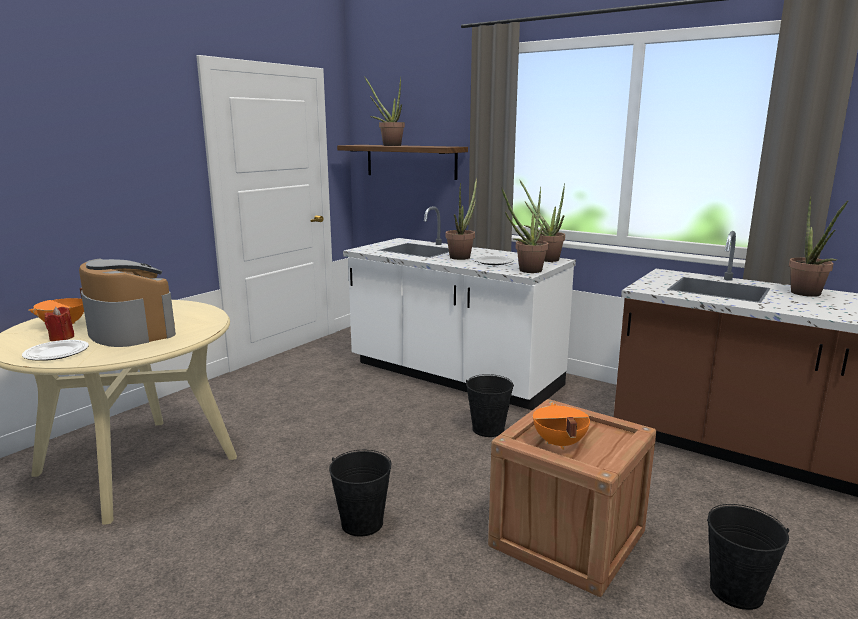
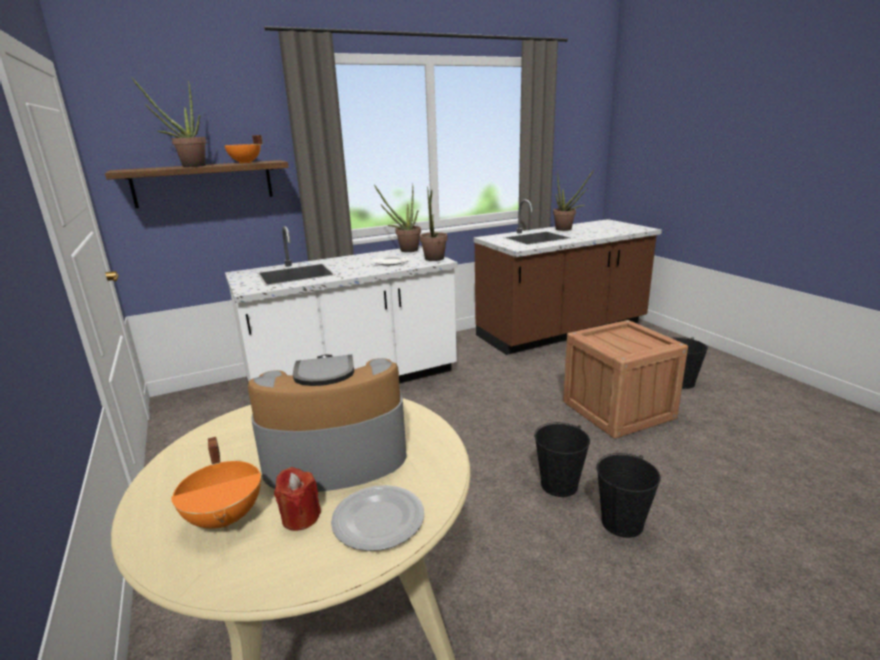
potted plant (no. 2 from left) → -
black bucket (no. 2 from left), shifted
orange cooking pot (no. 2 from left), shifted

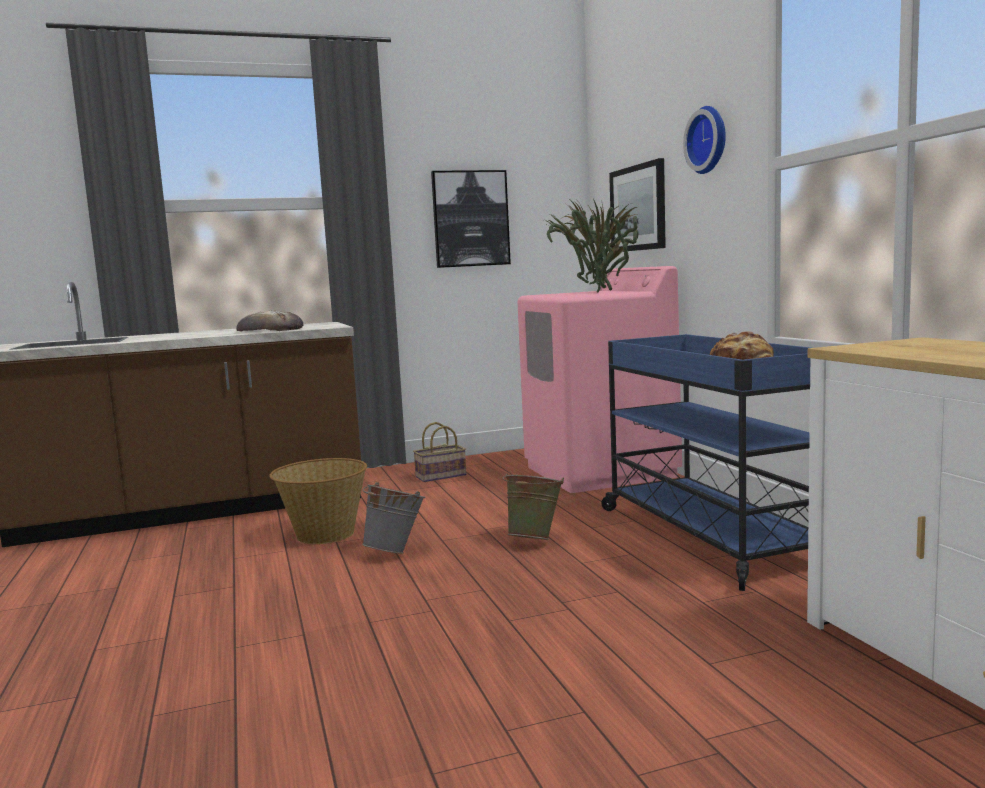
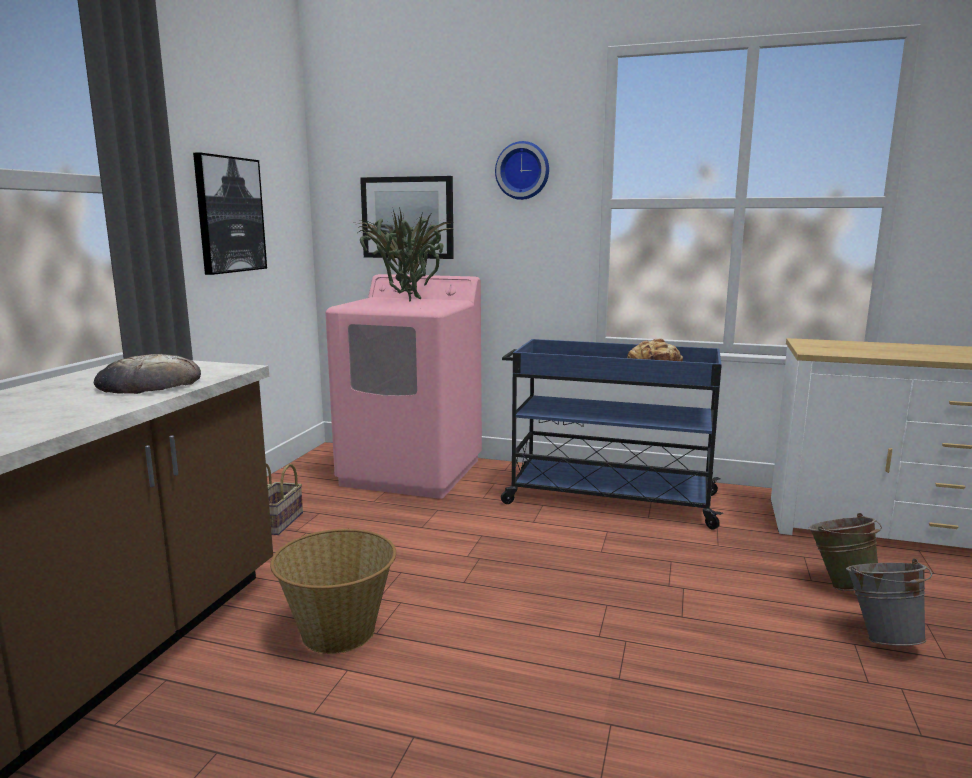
grey bucket, shifted
green bucket, shifted

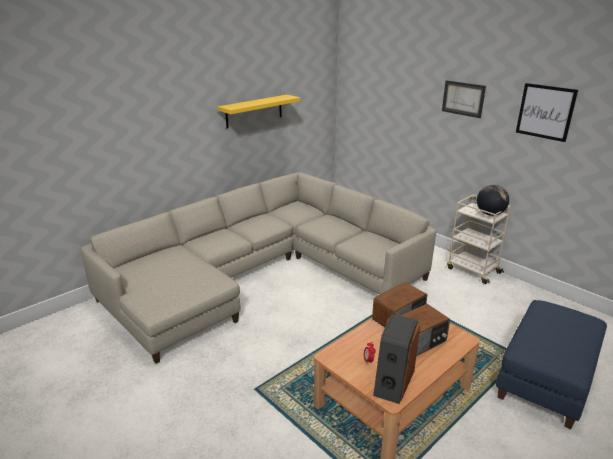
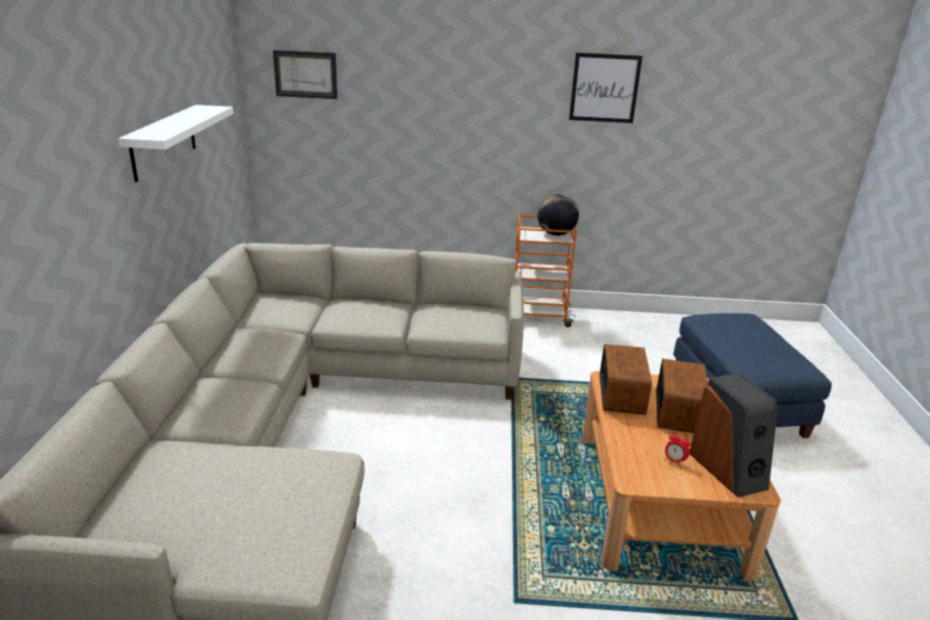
yellow shelf → white shelf
picture (no. 1 from left), shifted
beige cart → orange cart

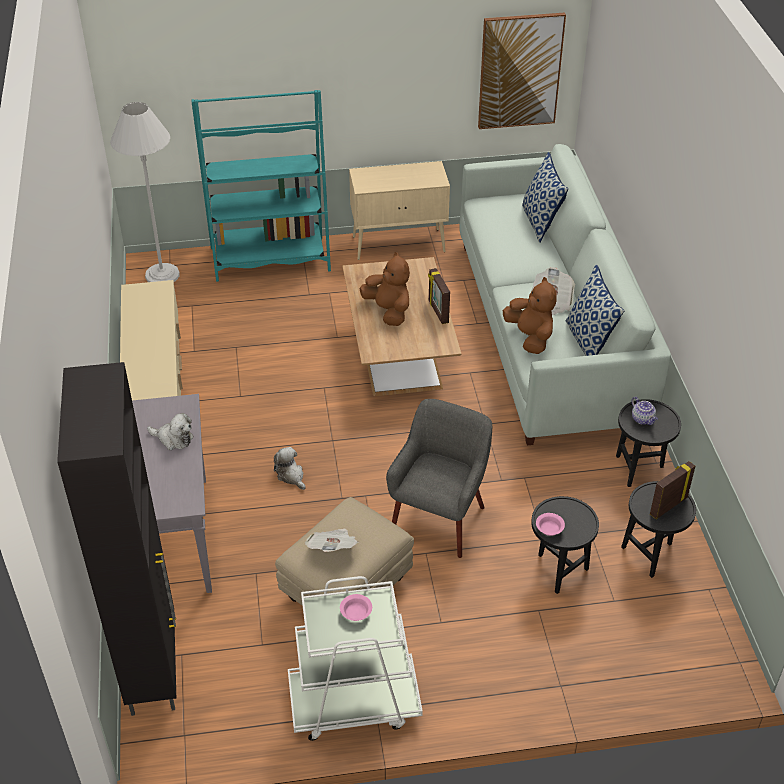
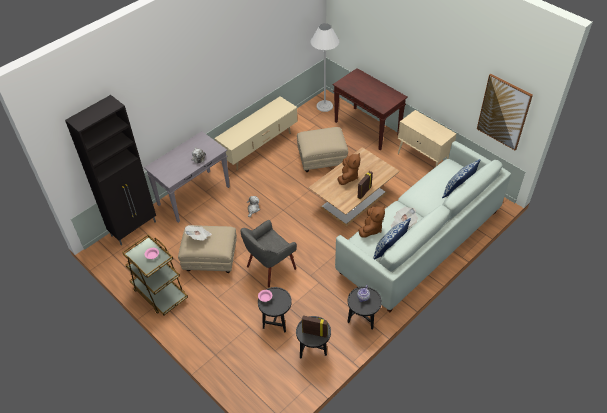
turquoise bookcase → brown console table
white cart → brown cart
grey armchair, 150 degrees clockwise
- → beige ottoman (no. 2 from left)

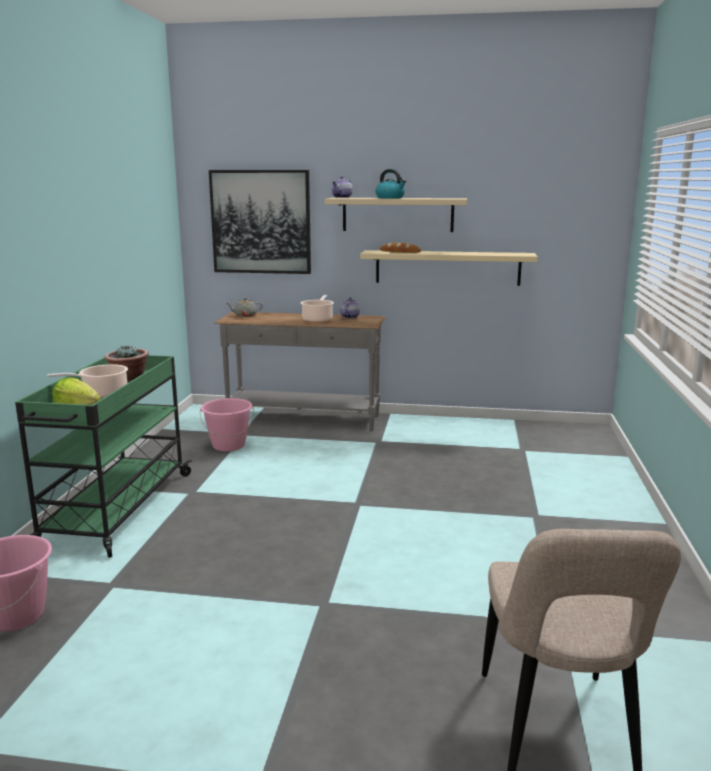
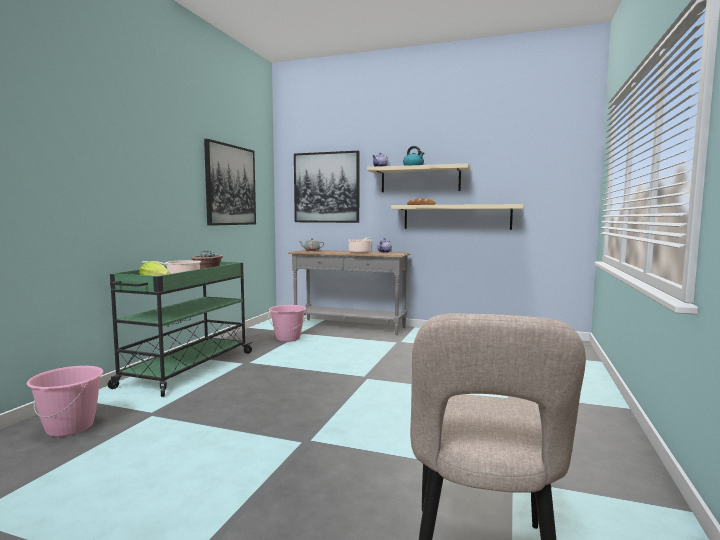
- → picture (no. 1 from left)

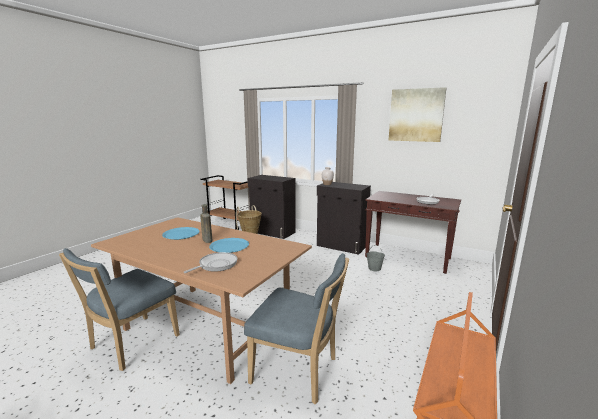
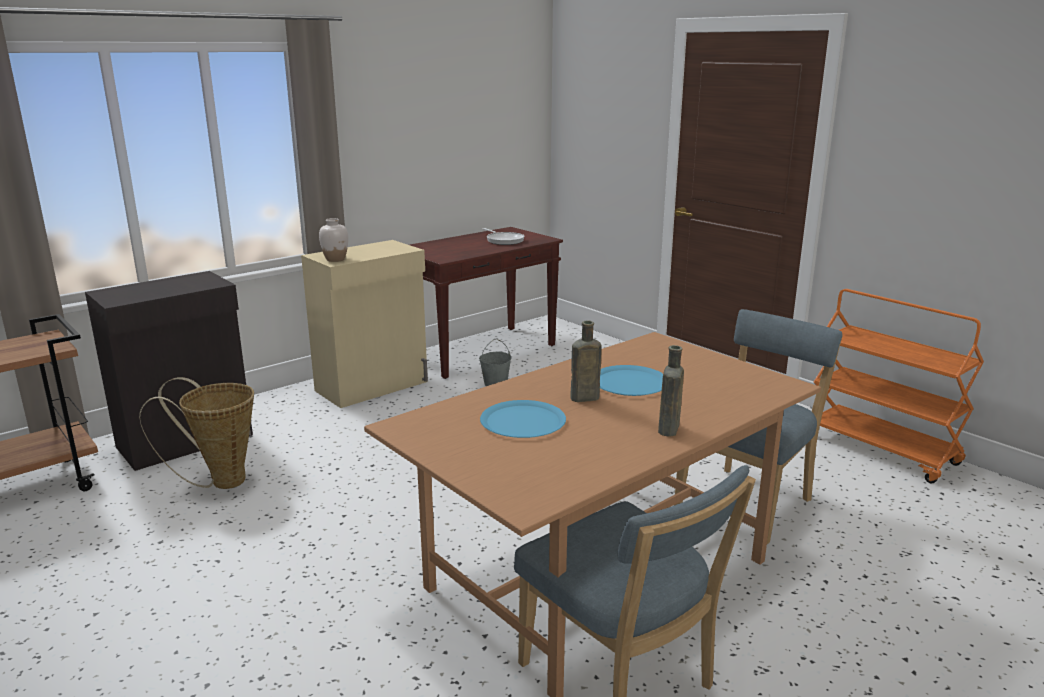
frying pan (no. 1 from left) → -
black cabinet (no. 2 from left) → beige cabinet
picture → -
- → brown bottle (no. 2 from left)

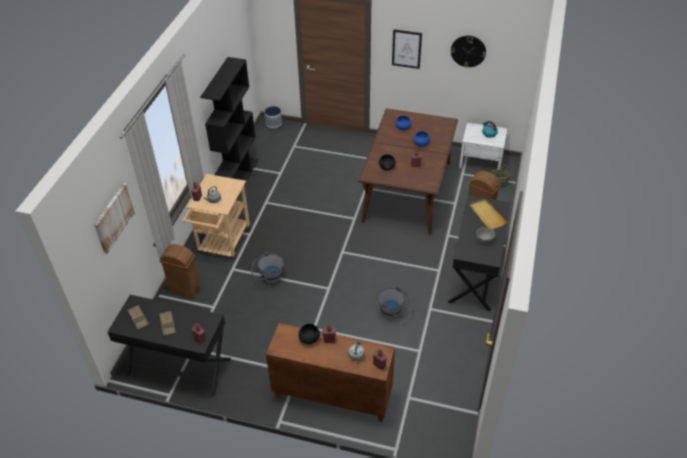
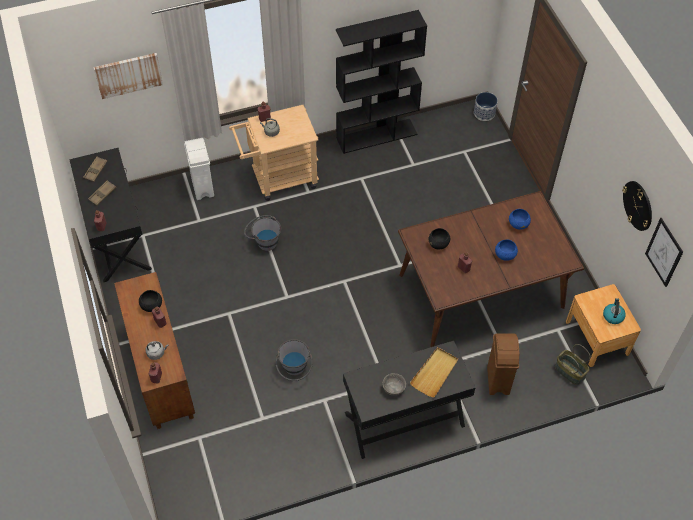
brown trash can (no. 1 from left) → white trash can
picture (no. 2 from left), shifted
white nightstand → brown nightstand

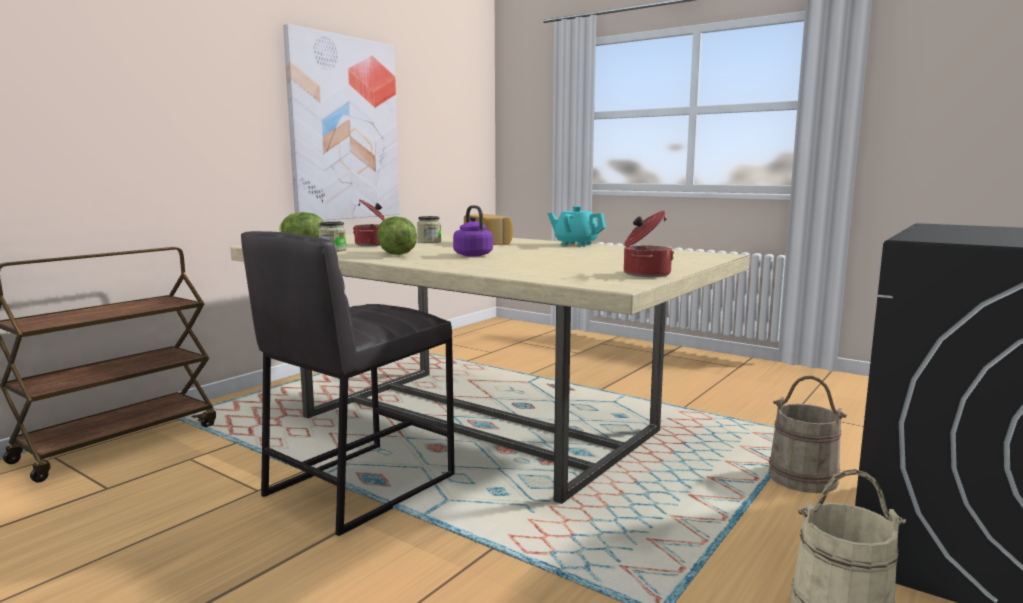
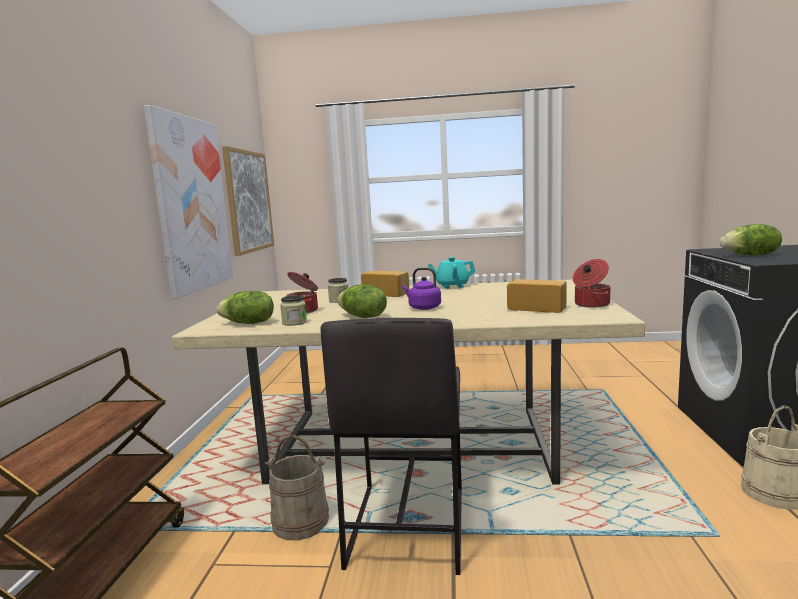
beige bucket (no. 1 from left), shifted
- → picture (no. 2 from left)
- → bread (no. 2 from left)
- → lettuce (no. 3 from left)

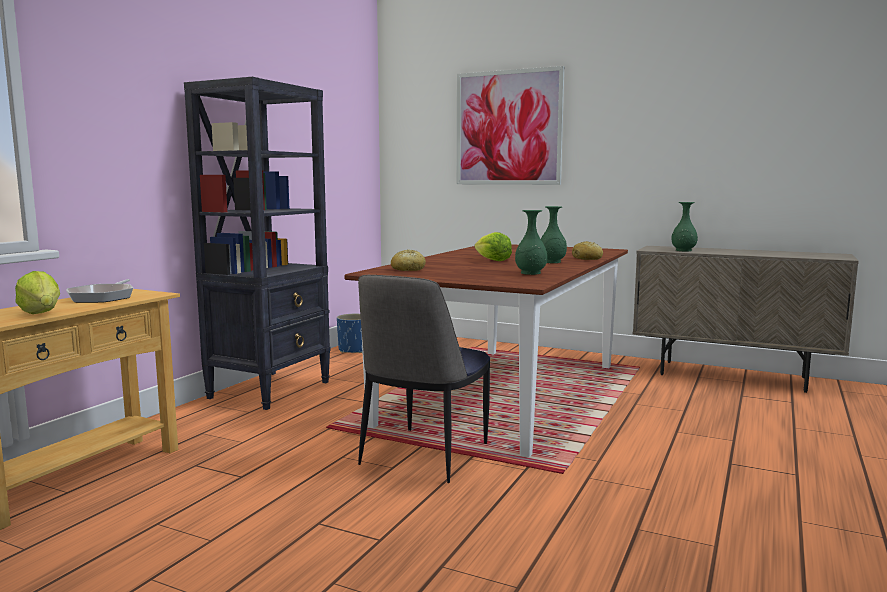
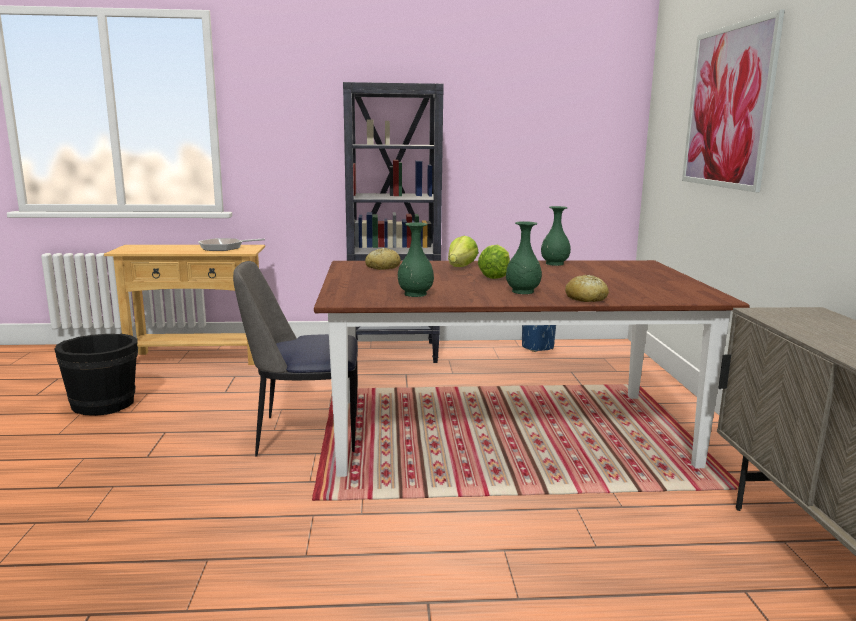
lettuce (no. 1 from left), shifted
green vase (no. 3 from left), shifted
- → black bucket

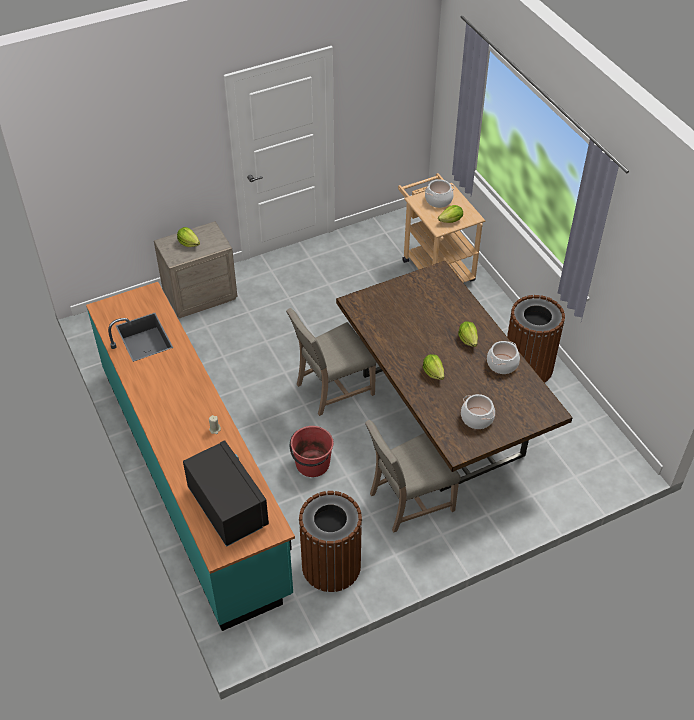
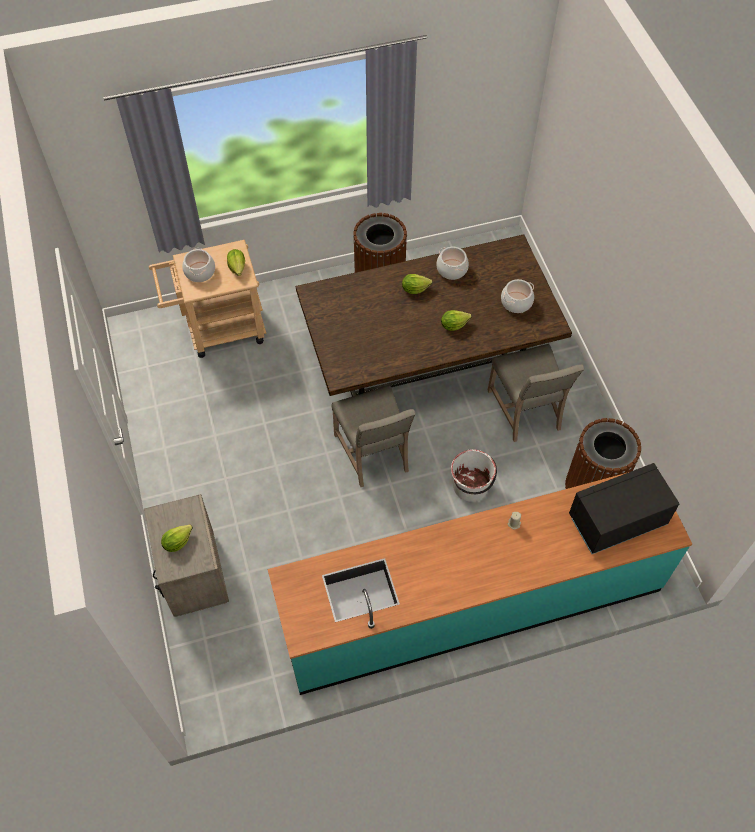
red bucket → white bucket

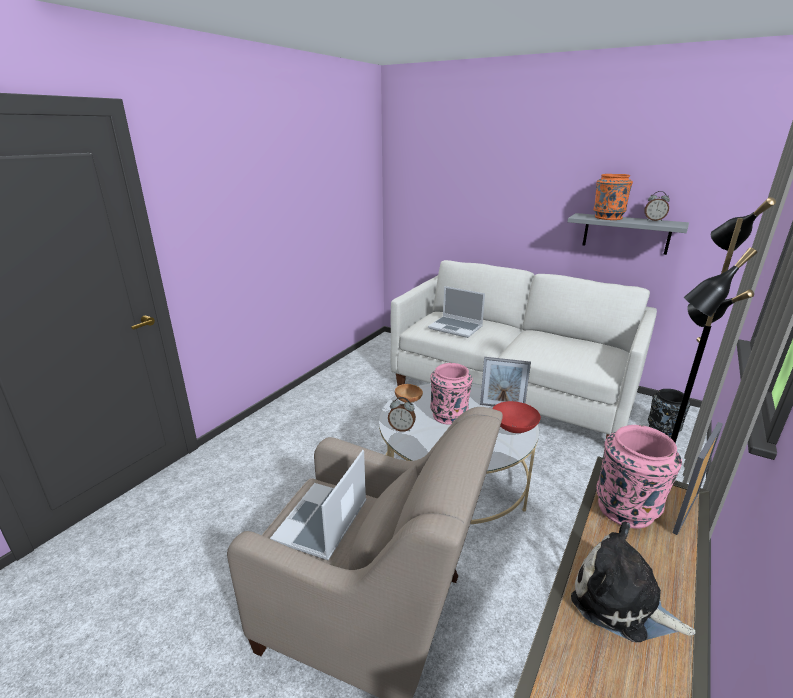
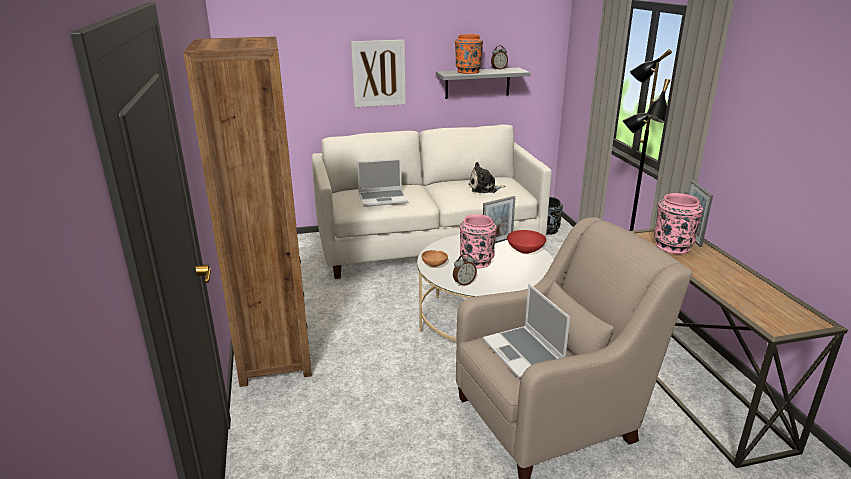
plush toy, shifted
- → brown bookcase
- → picture

